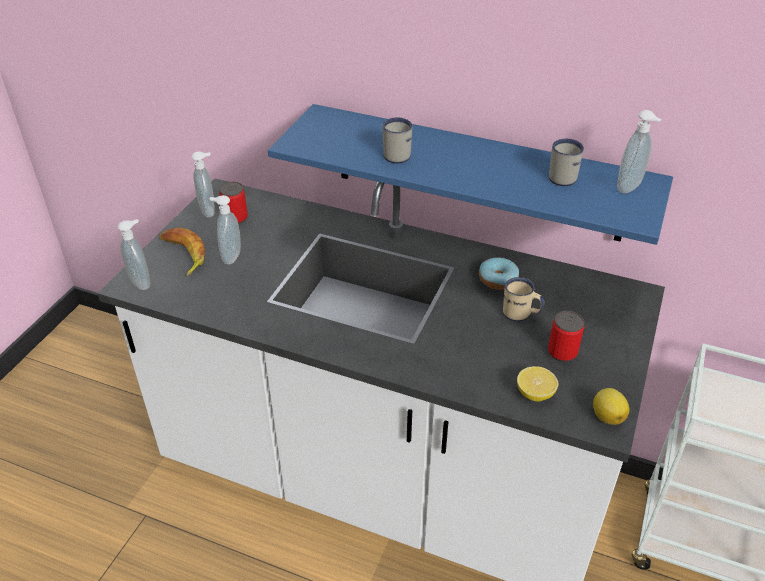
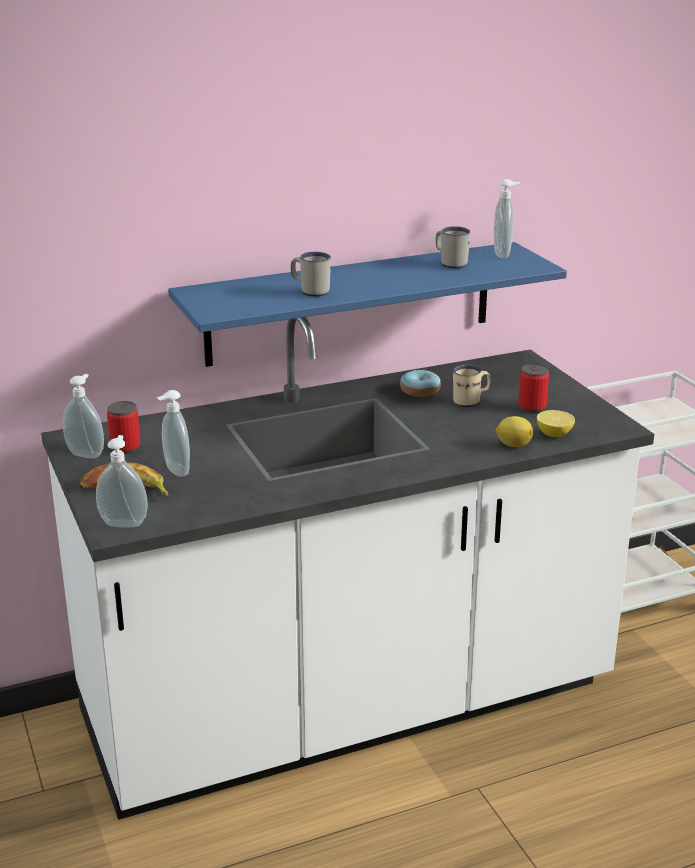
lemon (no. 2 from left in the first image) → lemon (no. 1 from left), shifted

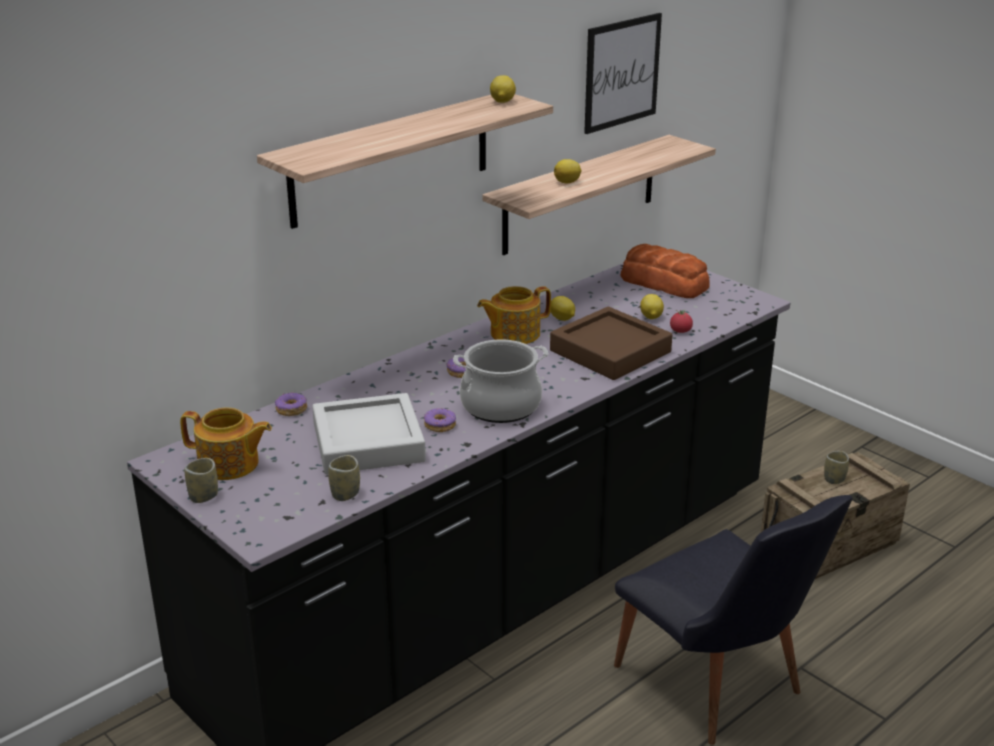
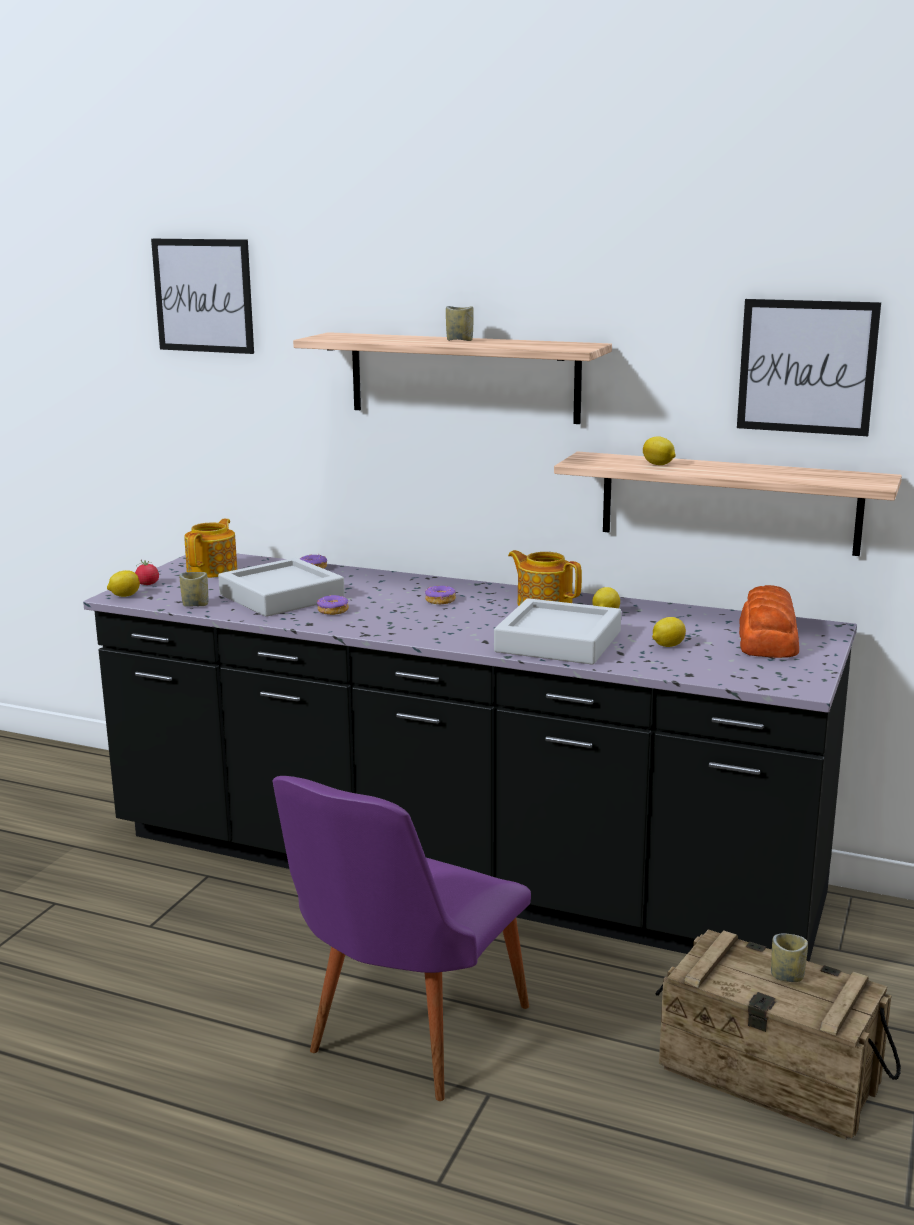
teapot (no. 1 from left), 150 degrees counterclockwise
cup (no. 1 from left in the first image) → cup (no. 2 from left), shifted
cooking pot → -
lemon (no. 1 from left), shifted
brown tray → grey tray (no. 2 from left)
black chair → purple chair
tomato, shifted
- → picture (no. 1 from left)

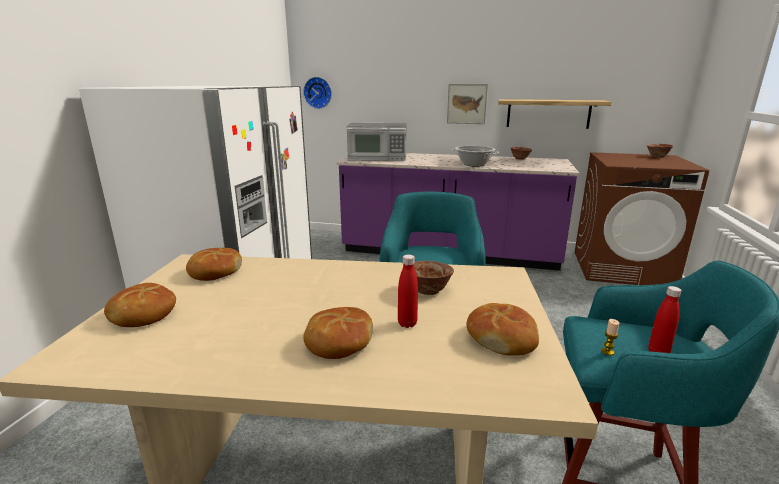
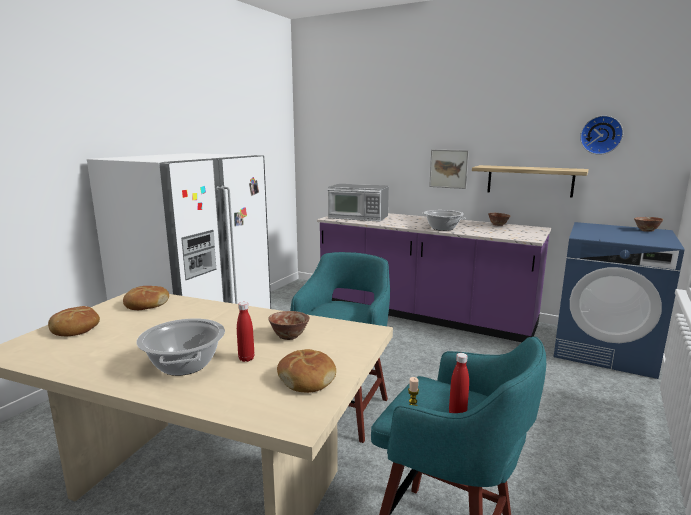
wall clock, shifted
bread (no. 3 from left) → cooking pot (no. 1 from left)
brown washing machine → blue washing machine

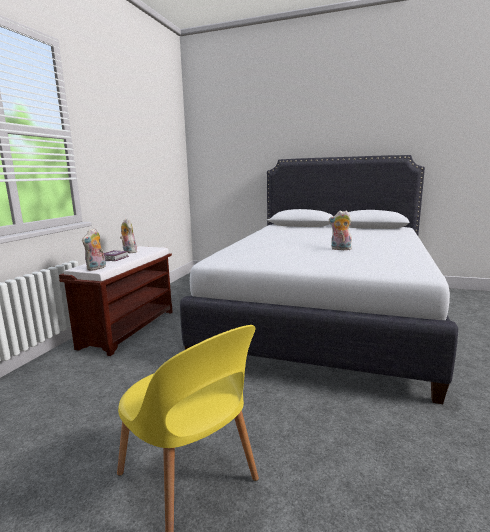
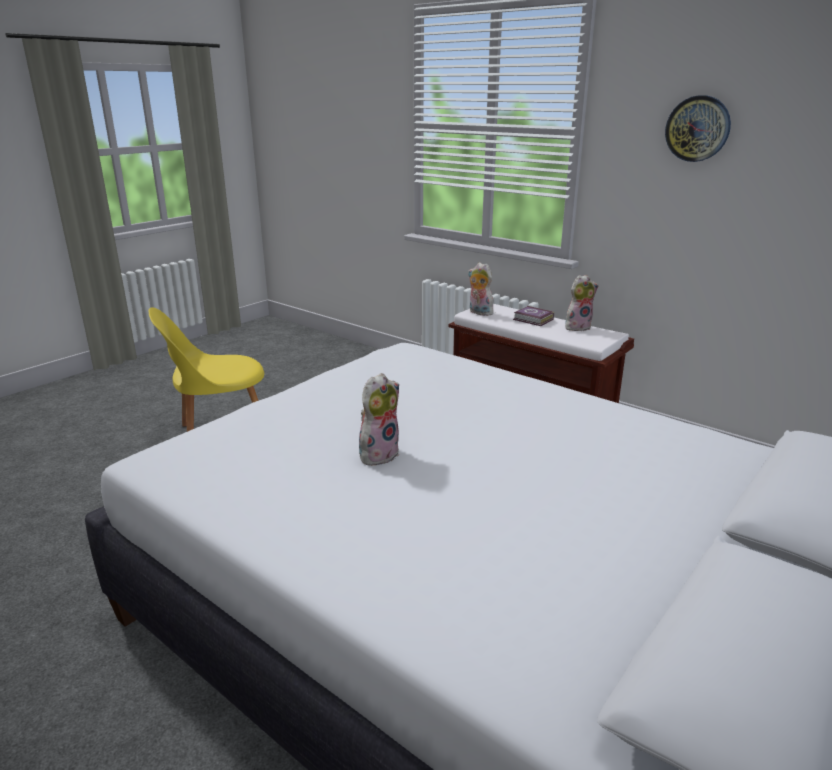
- → wall clock

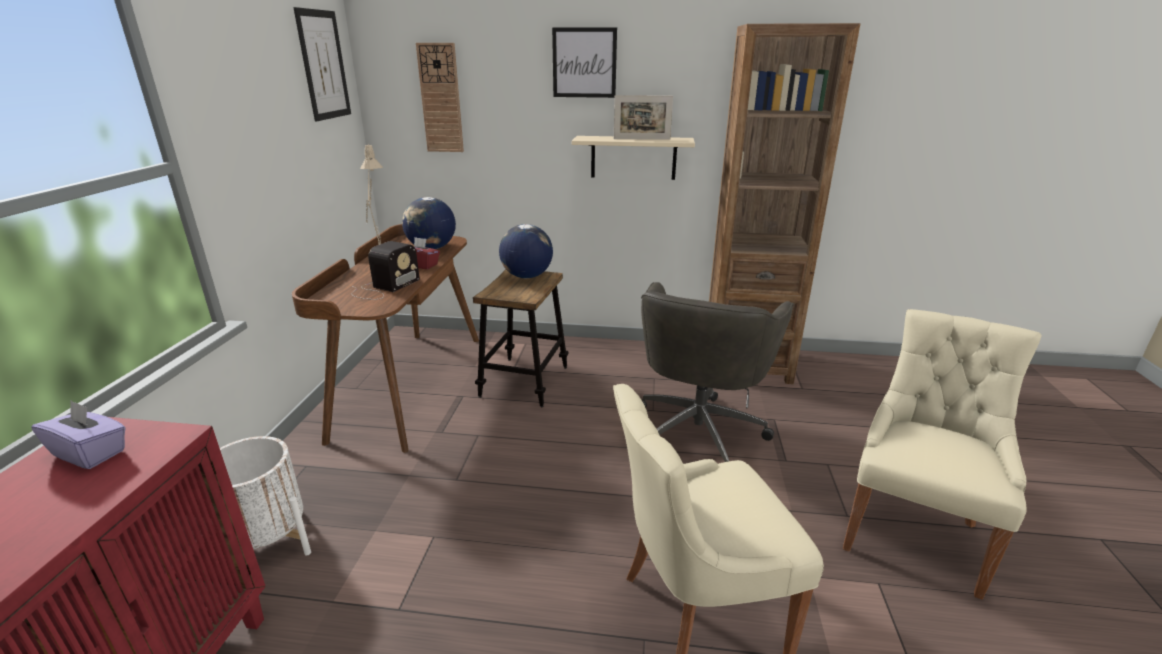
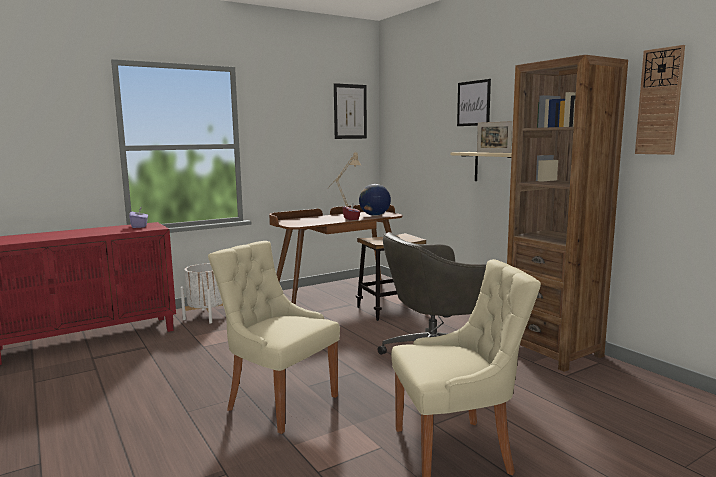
radio → -
wall clock, shifted
globe (no. 2 from left) → -

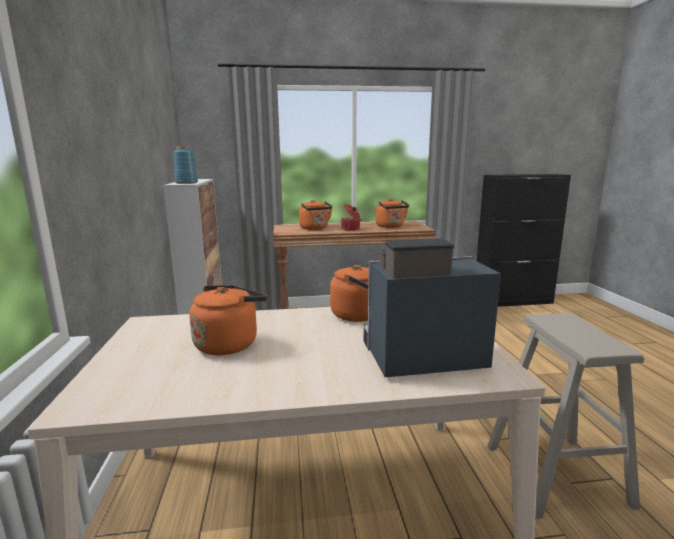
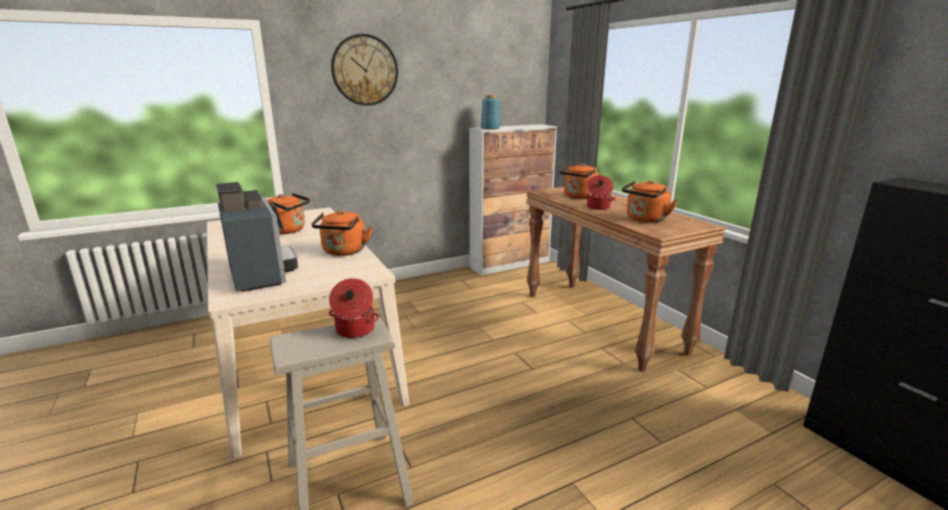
- → cooking pot (no. 1 from left)
- → wall clock

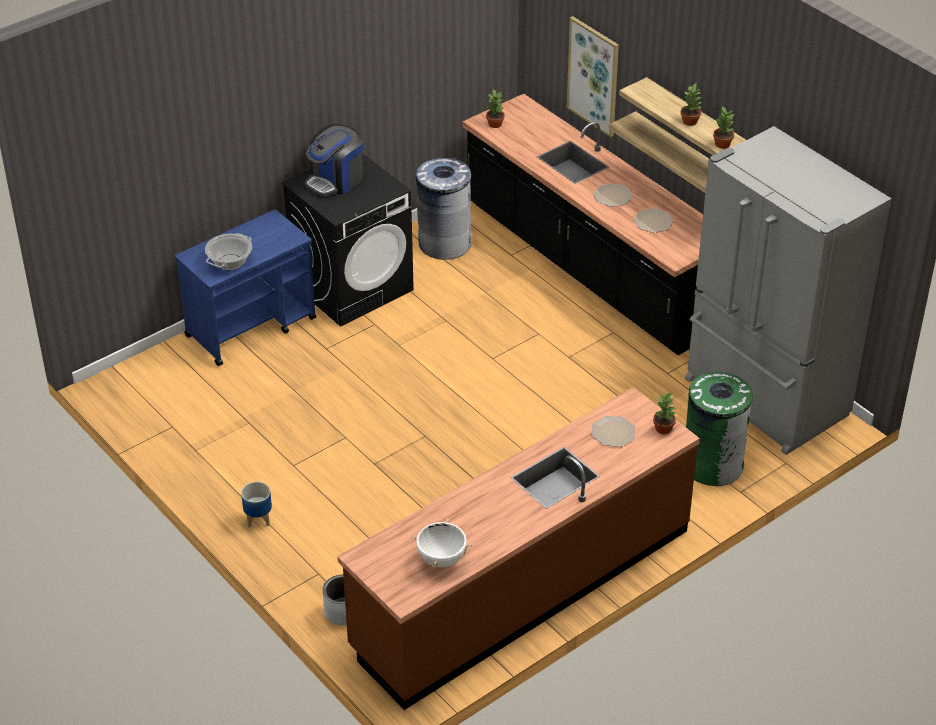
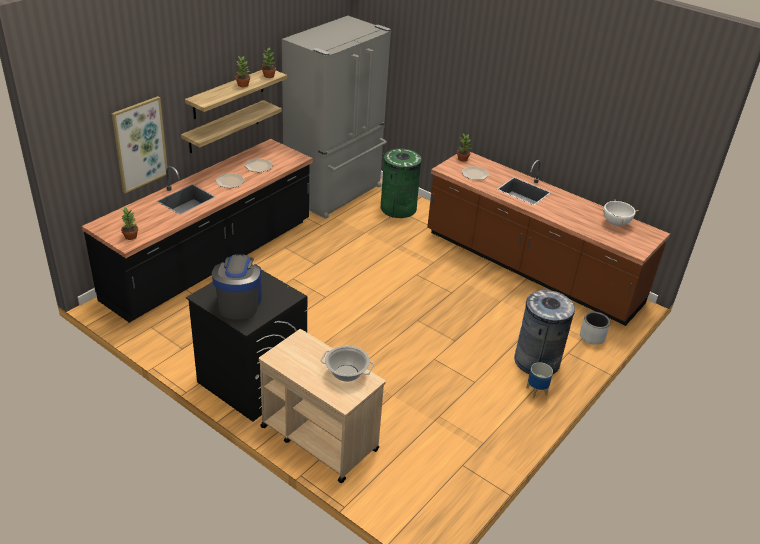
blue cart → beige cart
coffee machine, 120 degrees counterclockwise
grey trash can, shifted

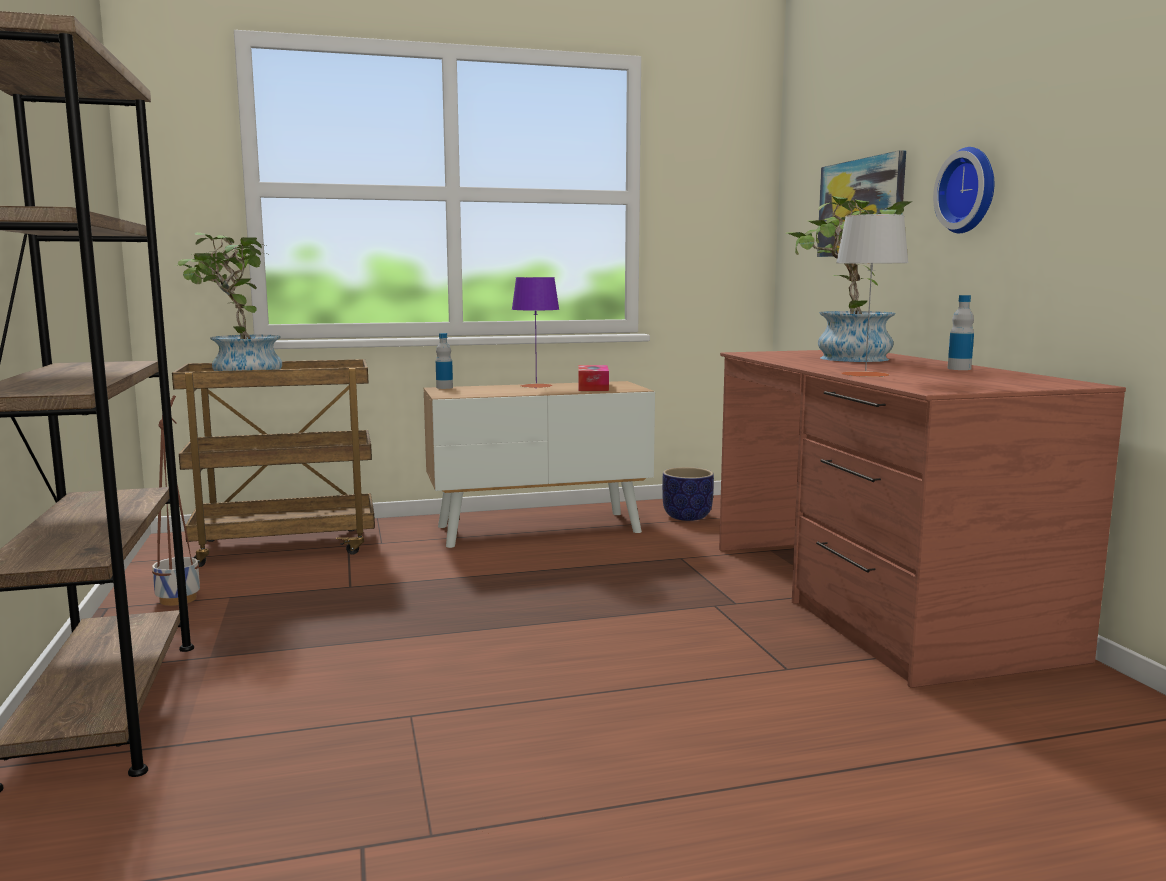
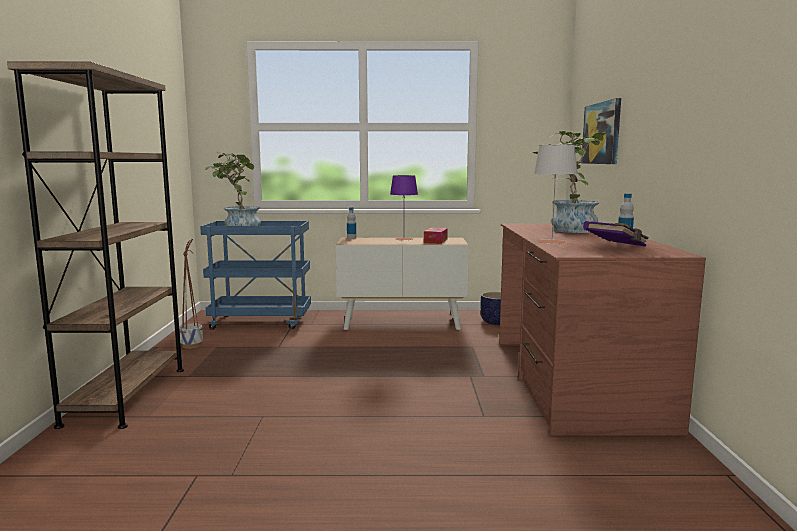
brown cart → blue cart
wall clock → -
- → purple book

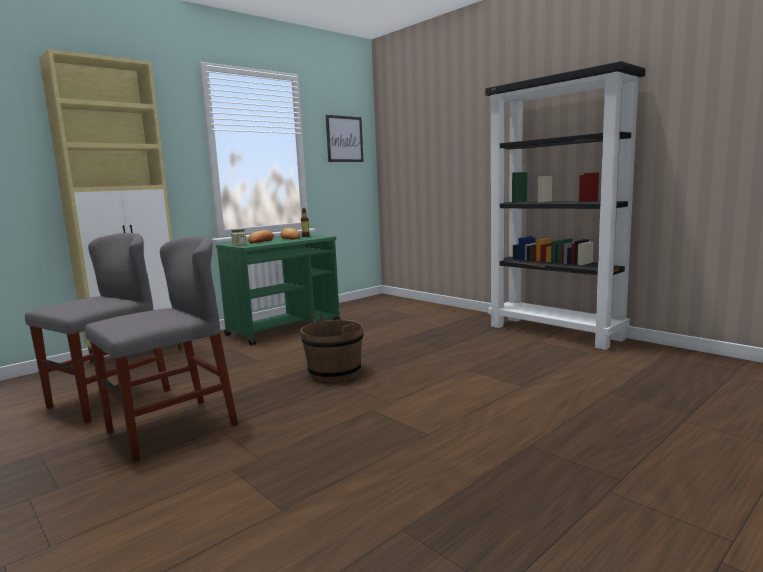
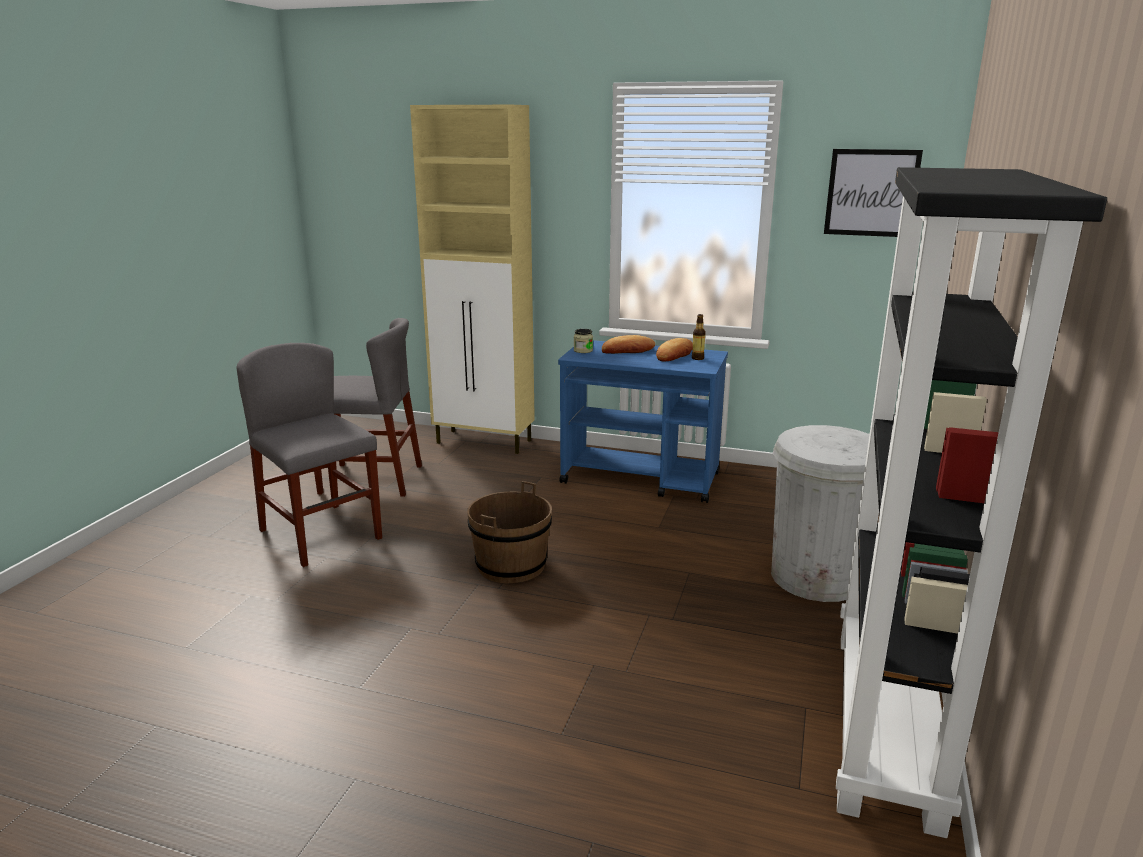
grey chair (no. 2 from left in the first image) → grey chair (no. 1 from left), 150 degrees counterclockwise
green cart → blue cart
- → white trash can

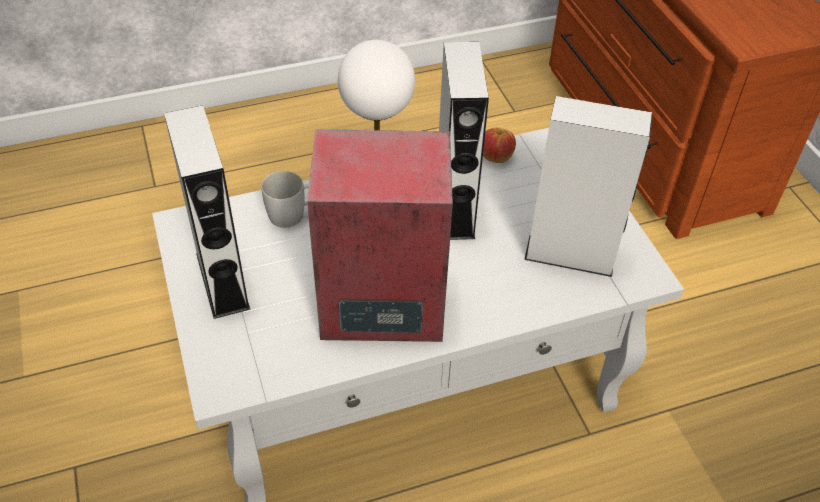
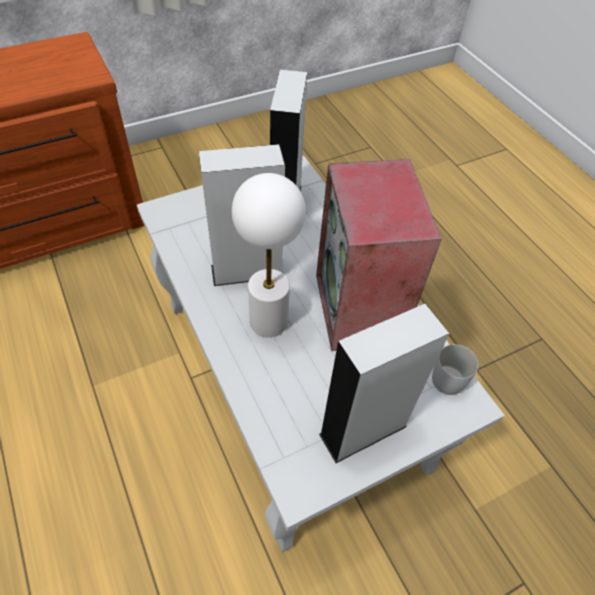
white mug, shifted
apple → -

